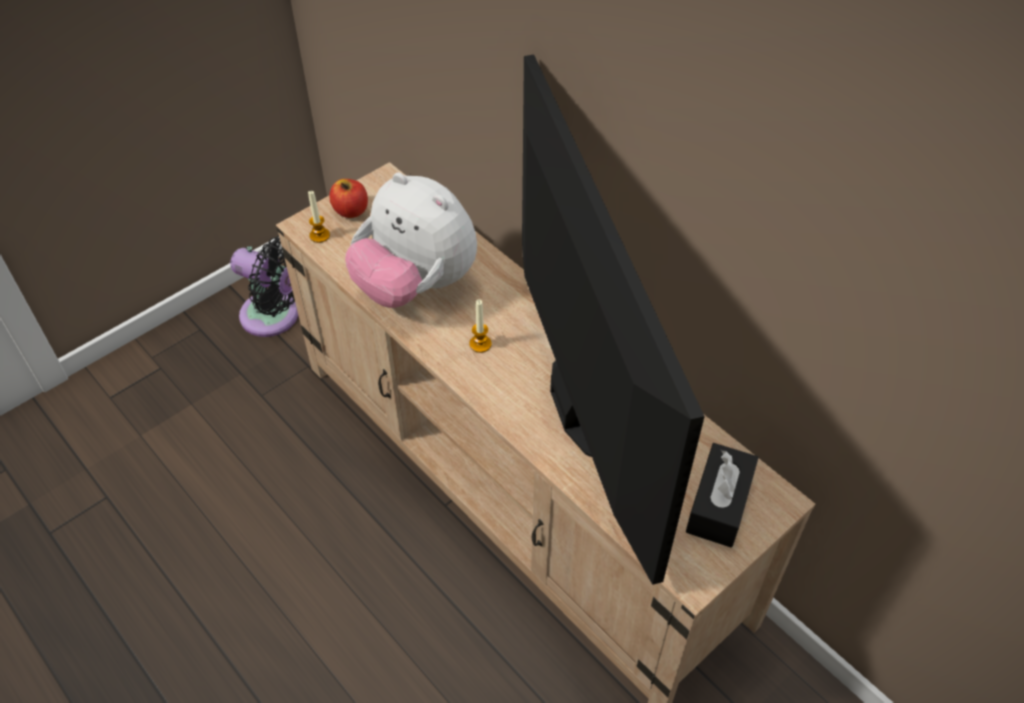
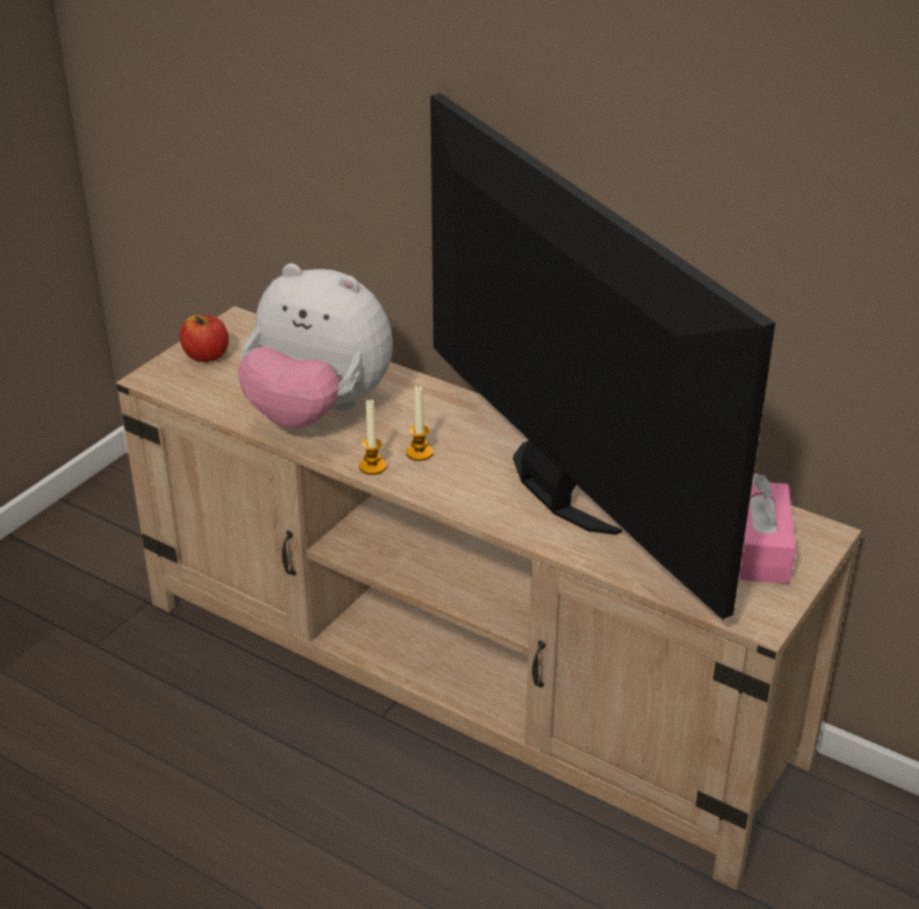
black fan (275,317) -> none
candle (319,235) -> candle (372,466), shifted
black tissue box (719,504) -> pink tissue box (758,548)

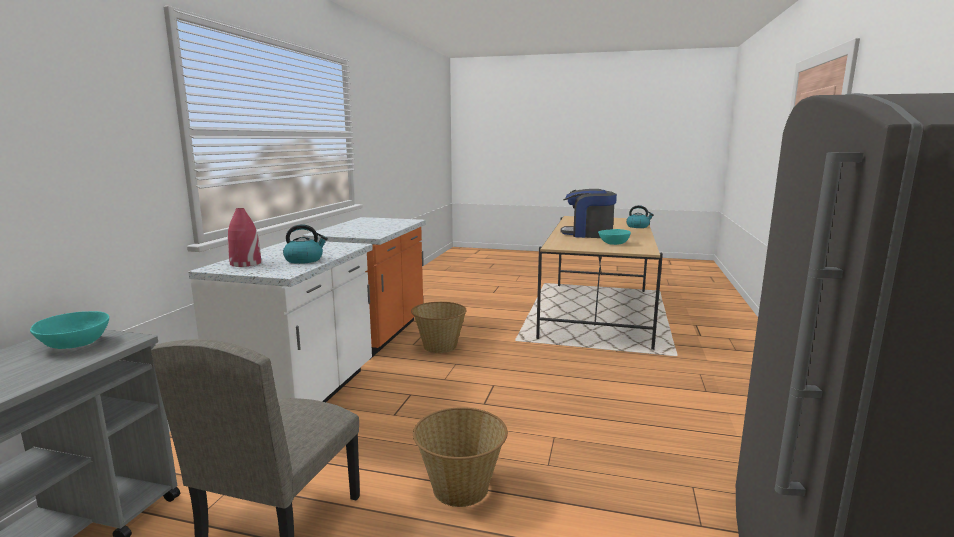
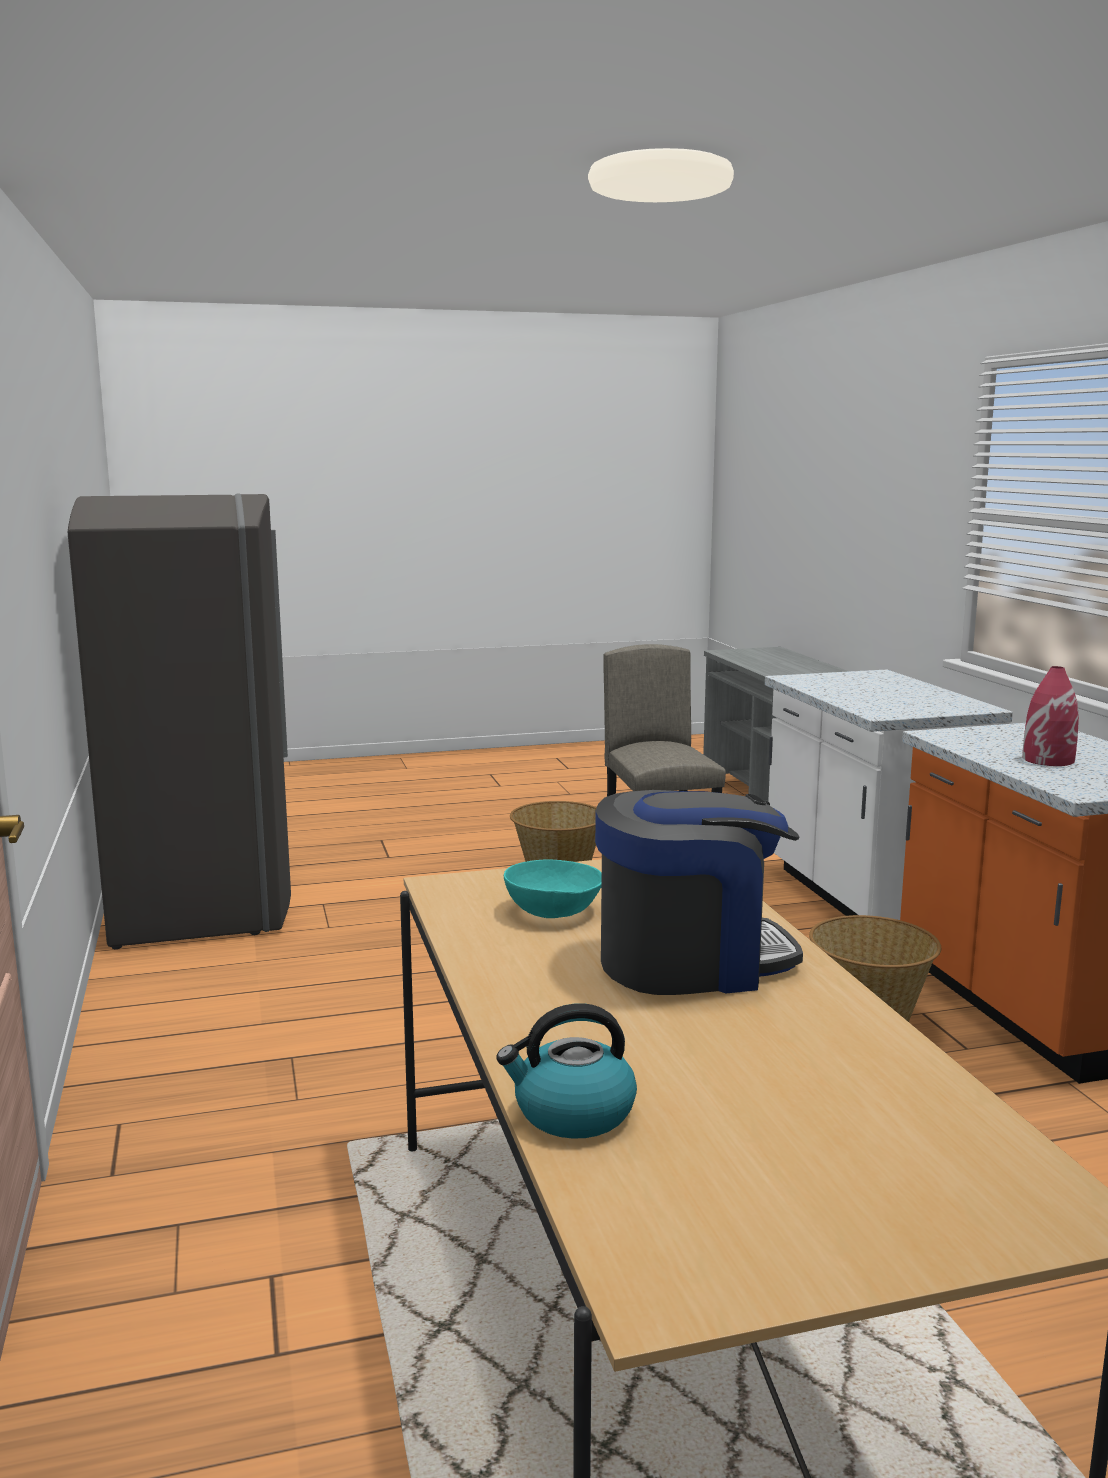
turquoise bowl (76,344) -> none
kettle (304,260) -> none
red vase (245,263) -> red vase (1048,760), shifted

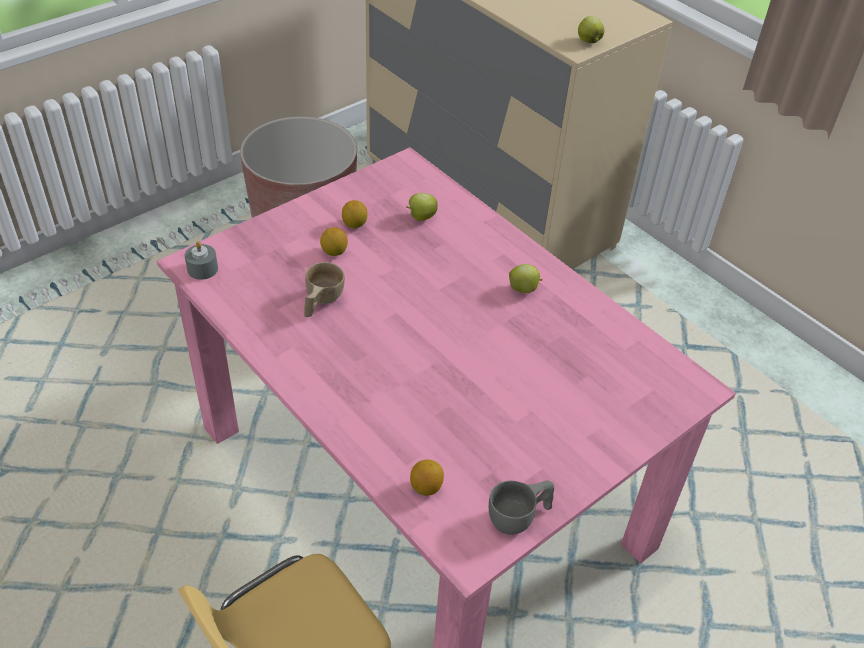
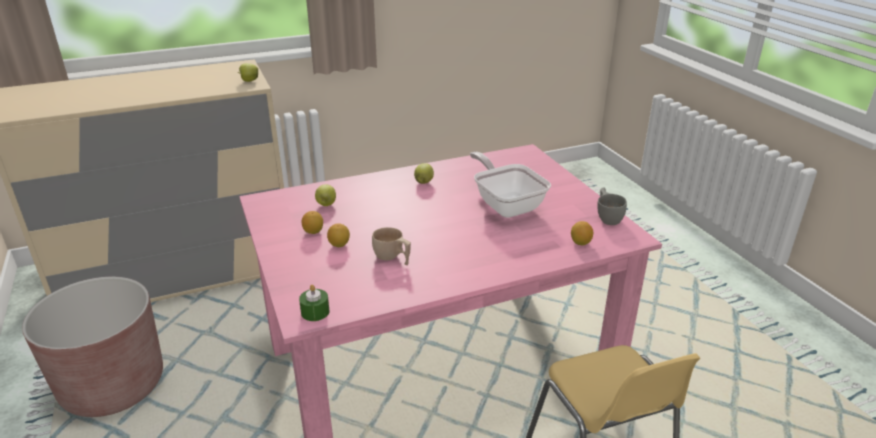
none -> frying pan (506,204)
grey candle (202,269) -> green candle (315,312)

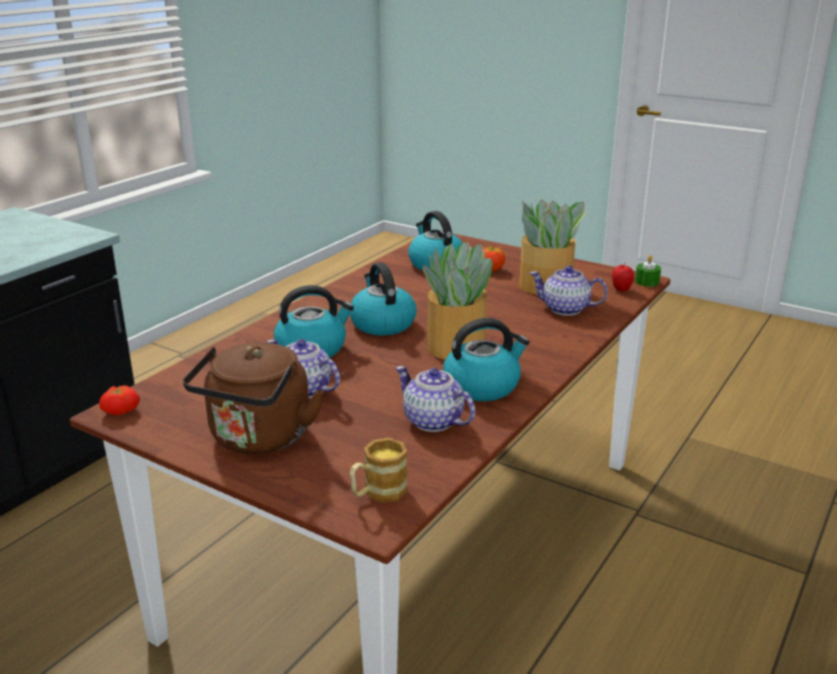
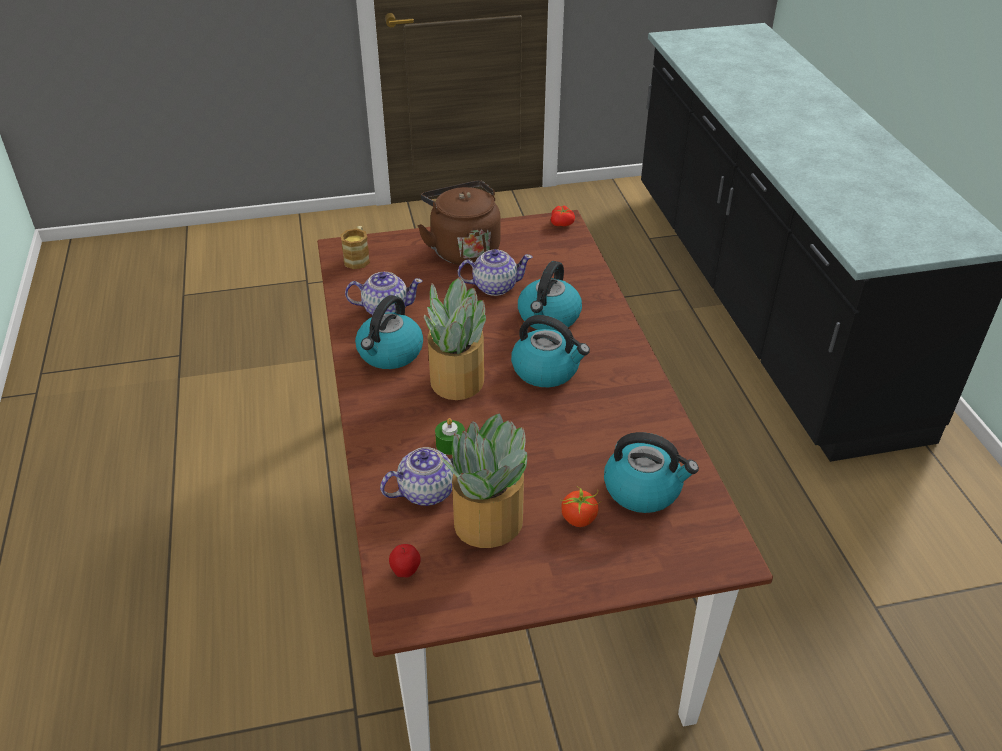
green candle (647,282) -> green candle (450,444), shifted

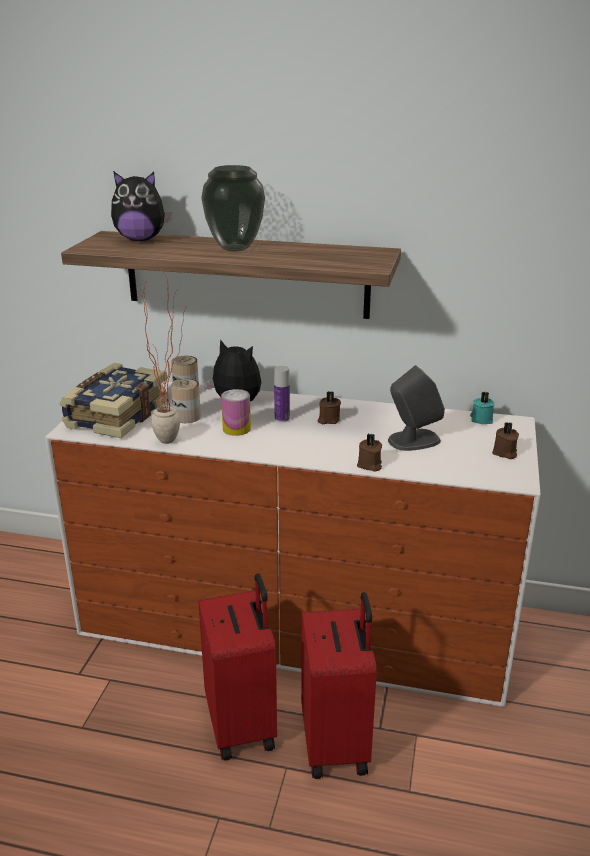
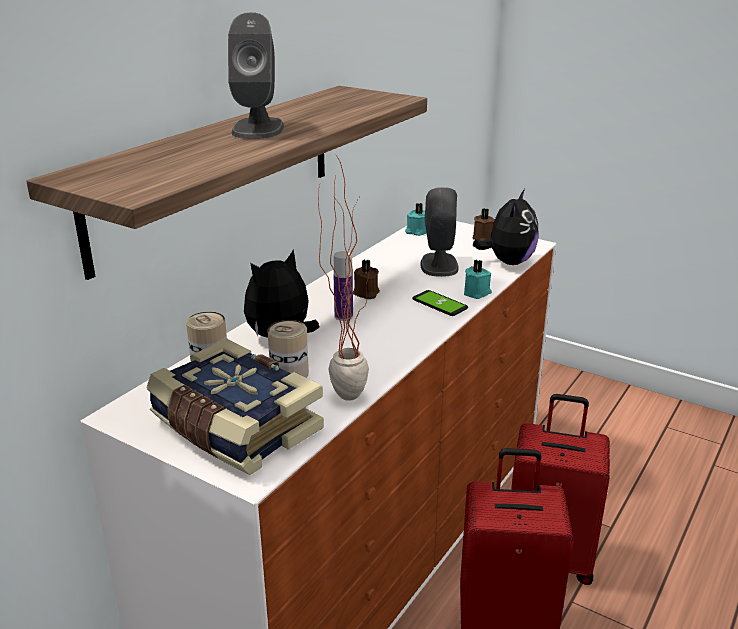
can (236,429) -> none
none -> phone (439,304)
plush toy (141,239) -> plush toy (508,262), shifted
vase (236,248) -> grey speaker (258,129)
brown candle (369,465) -> turquoise candle (477,293)

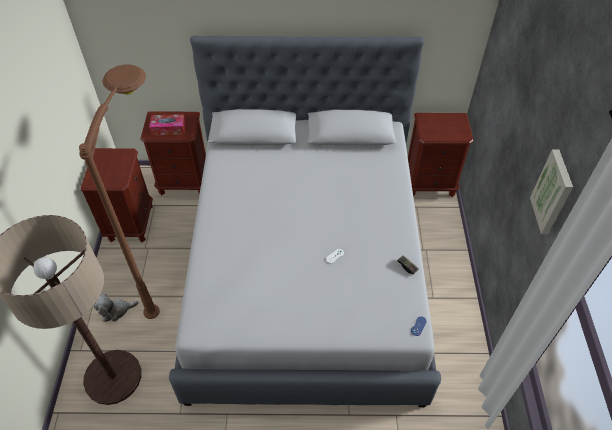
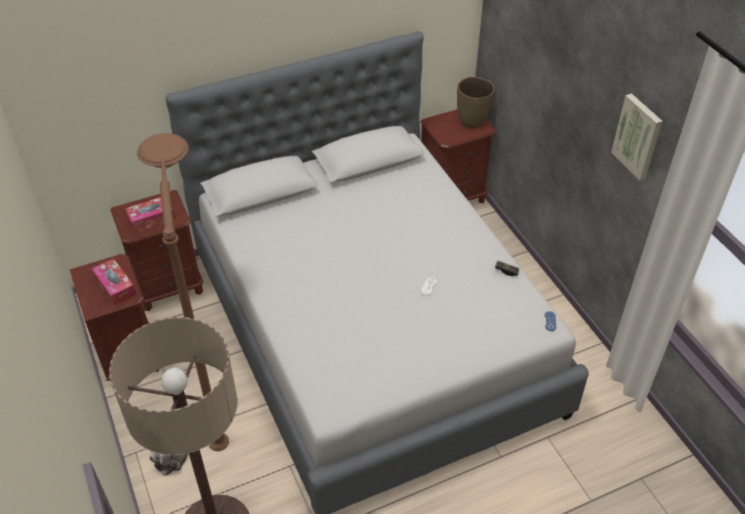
none -> tissue box (115,287)
none -> brown vase (472,121)

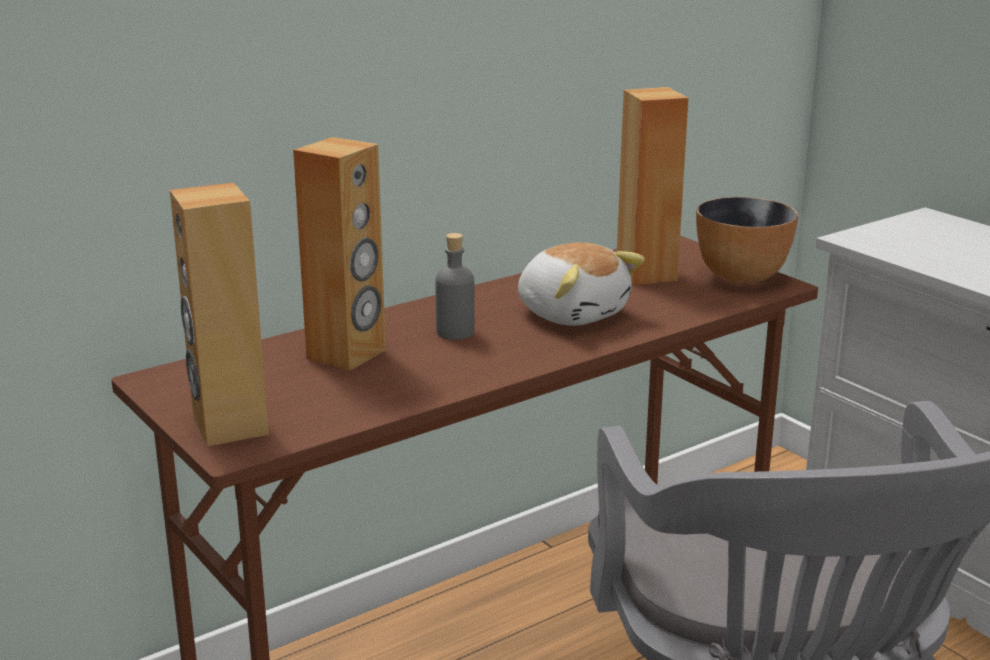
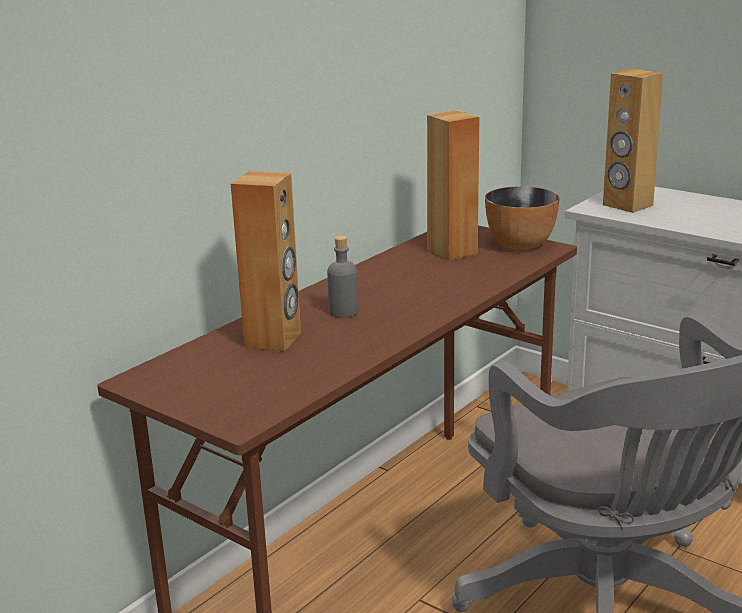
plush toy (573,313) -> none
brown speaker (229,426) -> brown speaker (627,205), shifted

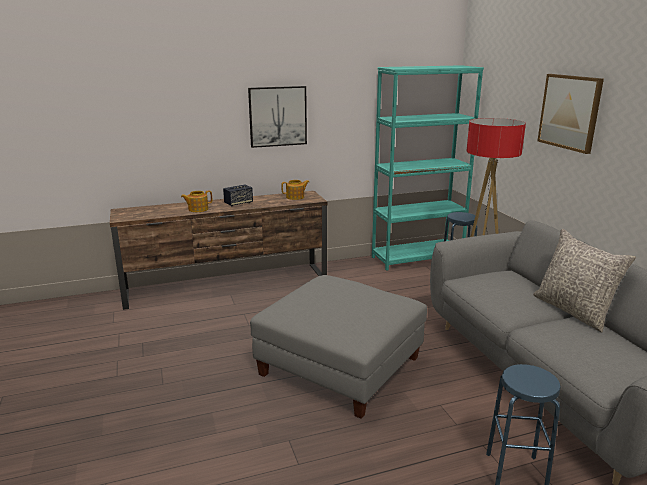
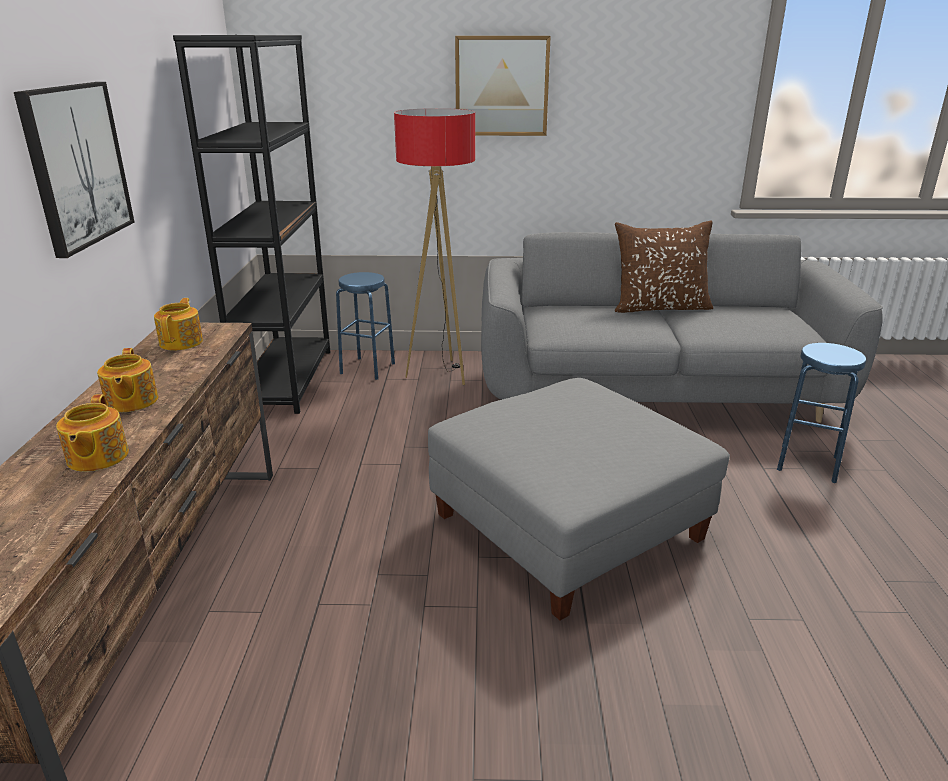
speaker (238,203) -> teapot (131,402)
turquoise bookcase (417,258) -> black bookcase (286,379)
grey pillow (574,311) -> brown pillow (659,307)

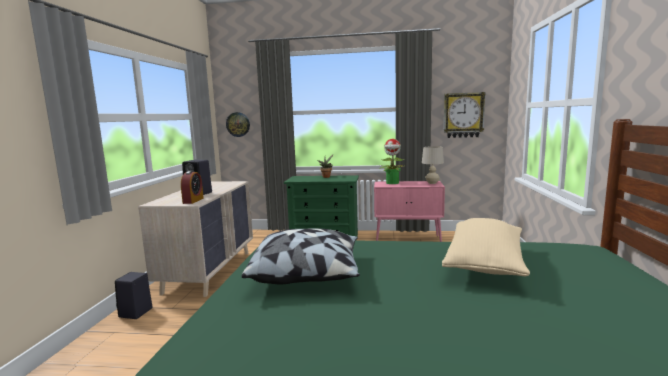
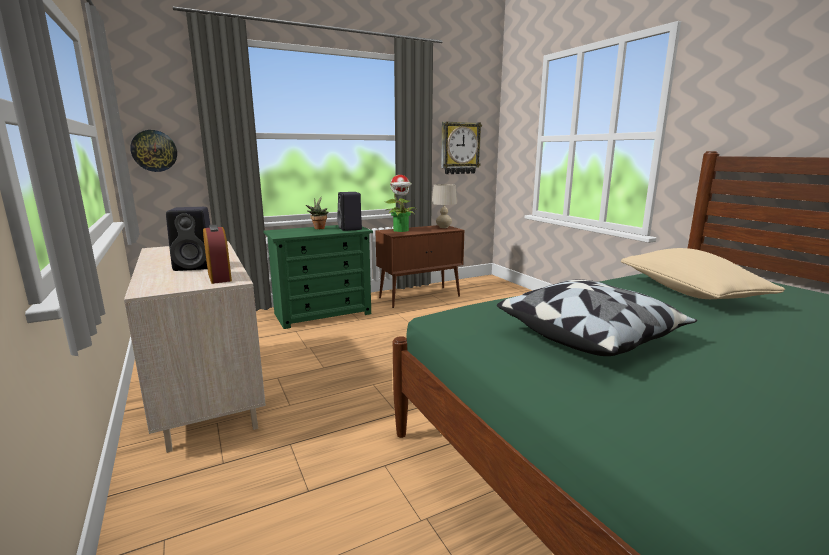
black speaker (135,313) -> black speaker (350,229), shifted
pink cabinet (408,240) -> brown cabinet (420,297)

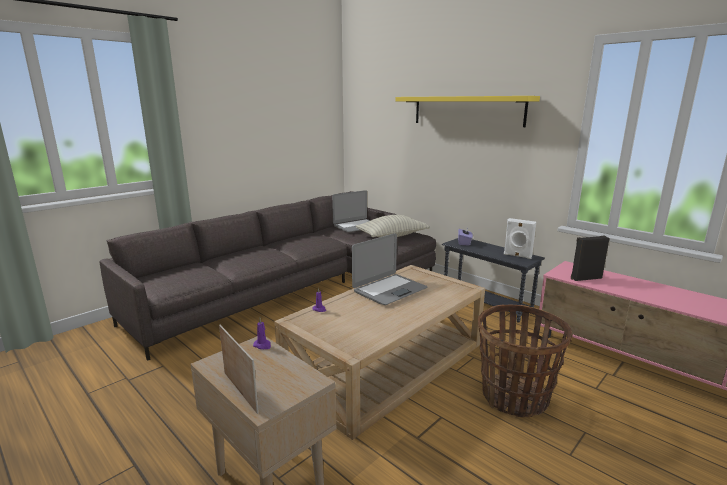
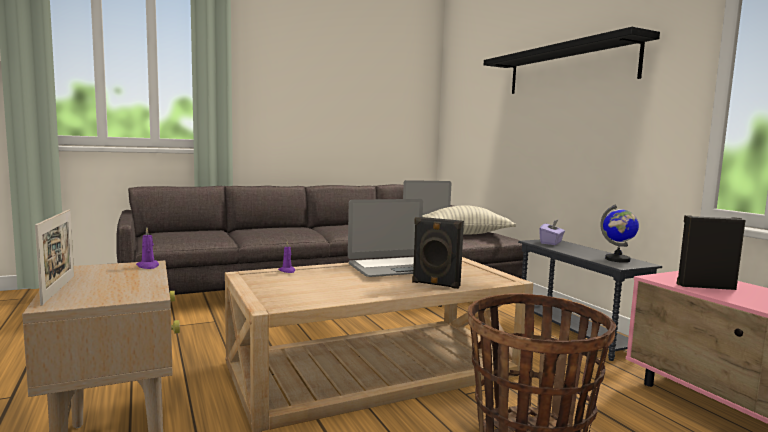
none -> black speaker (435,284)
white speaker (517,256) -> globe (617,260)
yellow shelf (466,110) -> black shelf (569,68)

